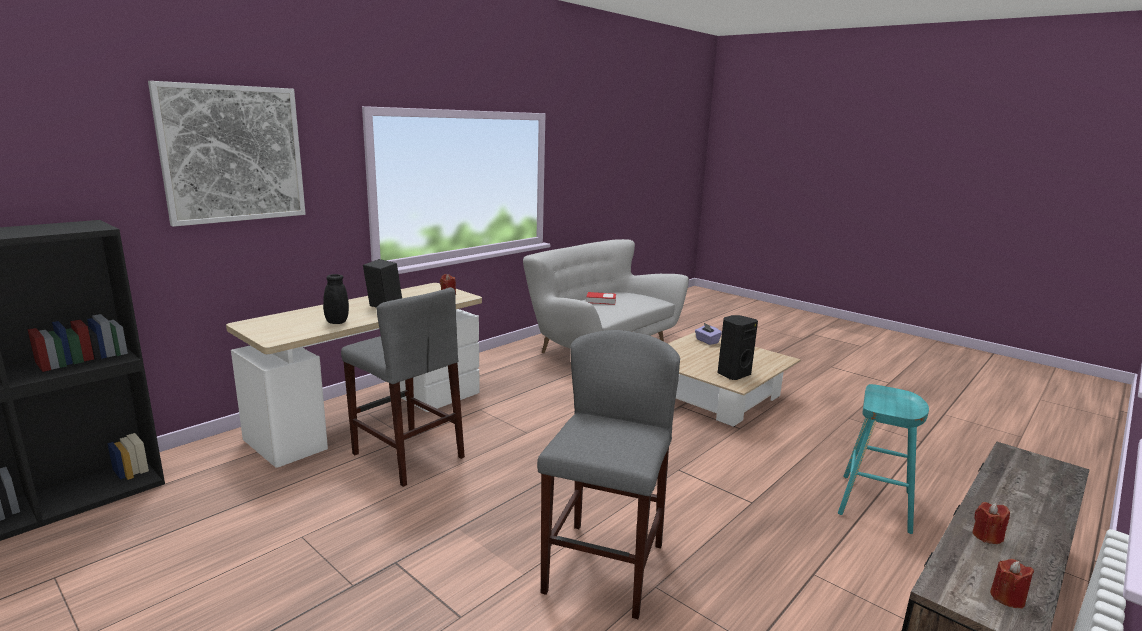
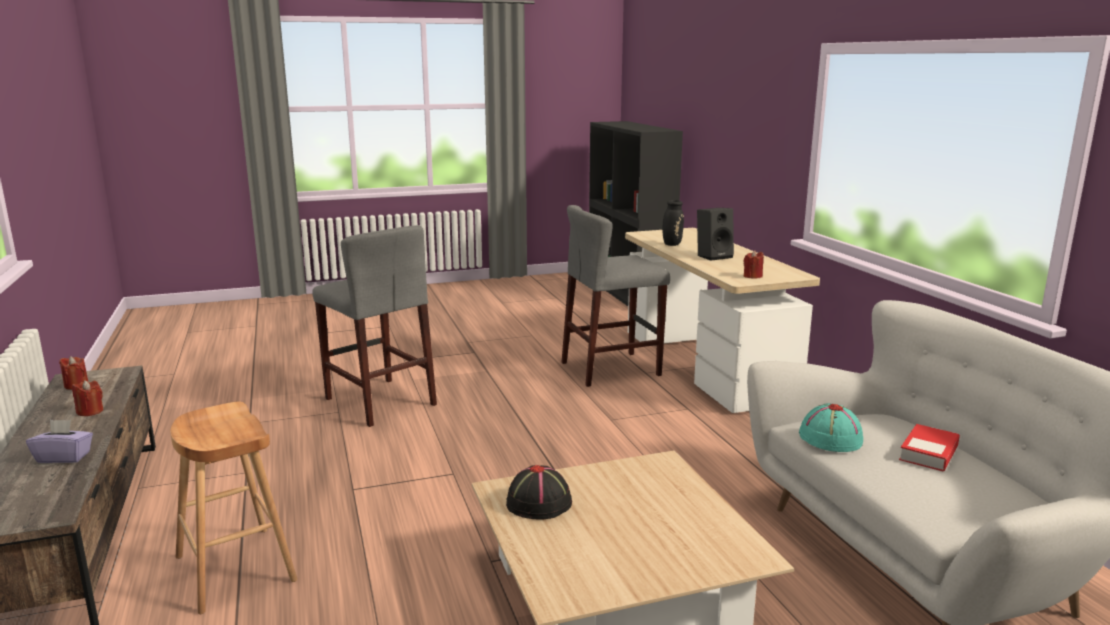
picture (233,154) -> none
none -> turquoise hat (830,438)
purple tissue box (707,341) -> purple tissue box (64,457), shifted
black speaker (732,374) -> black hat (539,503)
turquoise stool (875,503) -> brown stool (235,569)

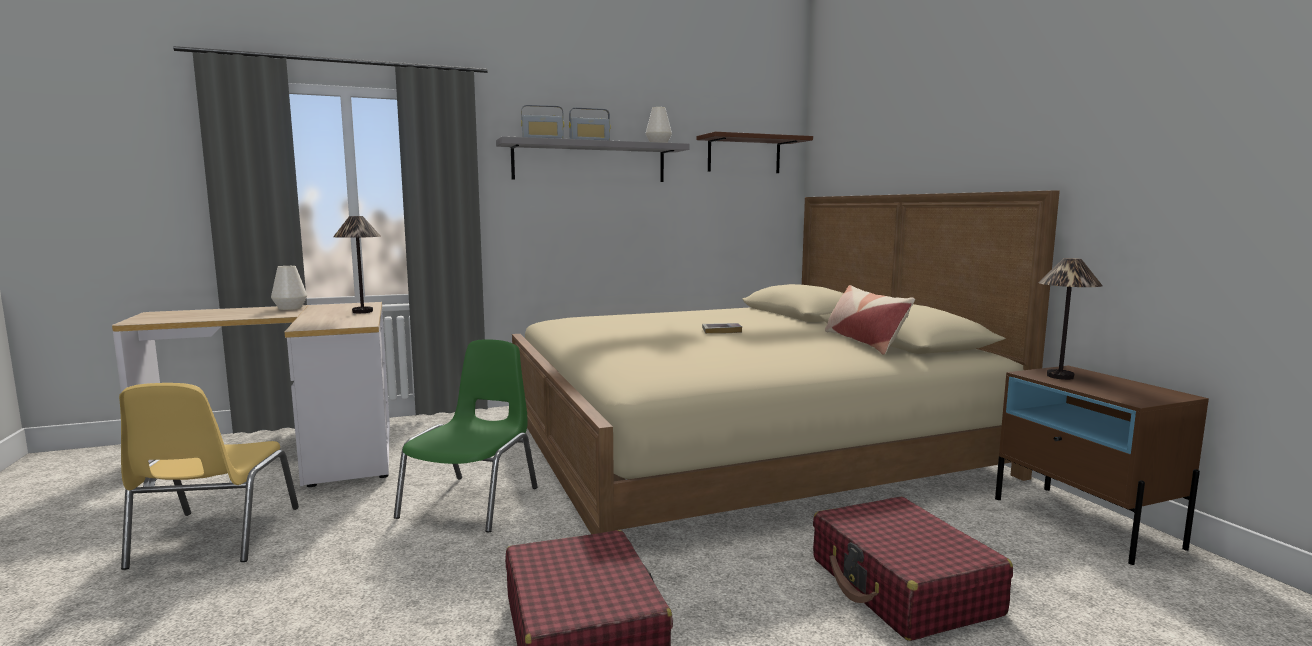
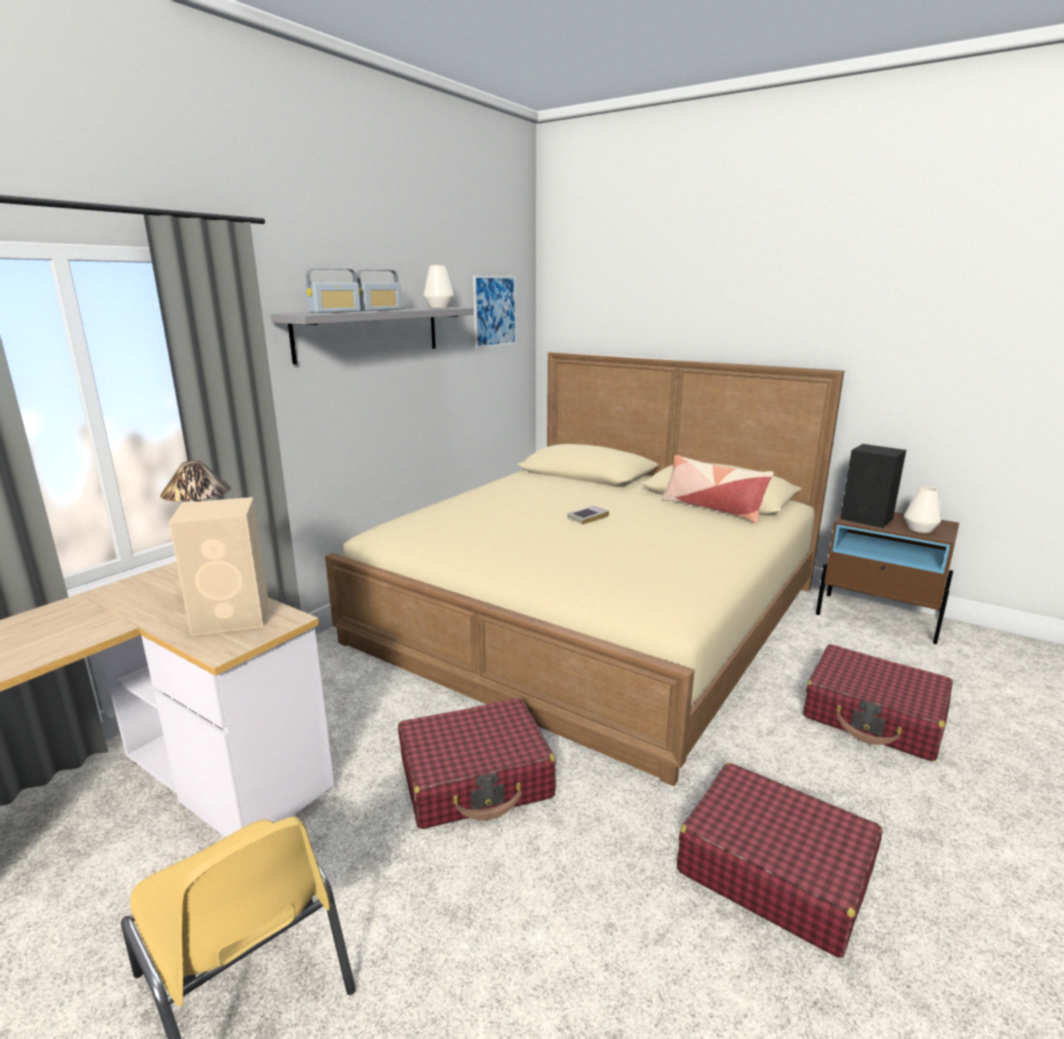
none -> beige speaker (234,617)
white vase (290,308) -> white vase (920,529), shifted
green chair (473,502) -> red suitcase (476,779)
brown shelf (744,155) -> picture (495,311)
table lamp (1060,376) -> black speaker (868,519)

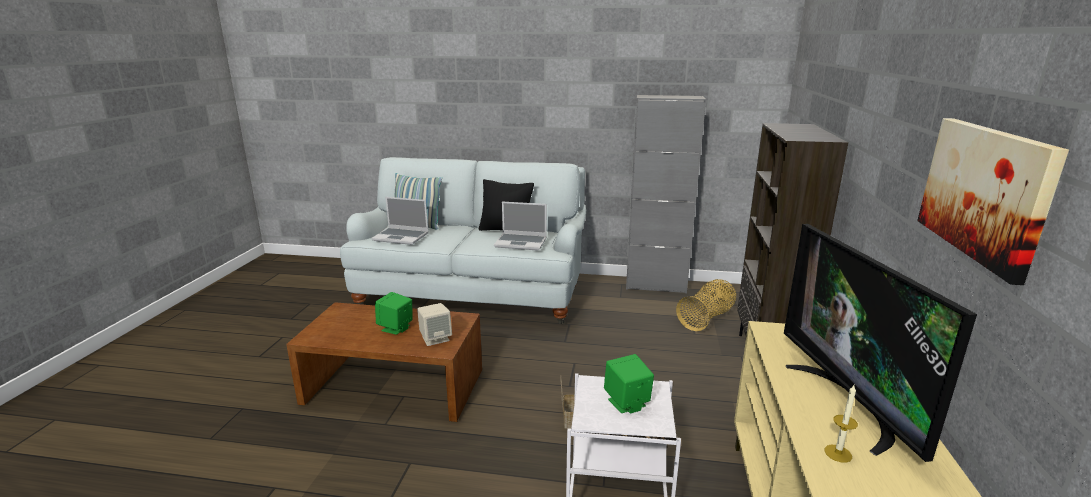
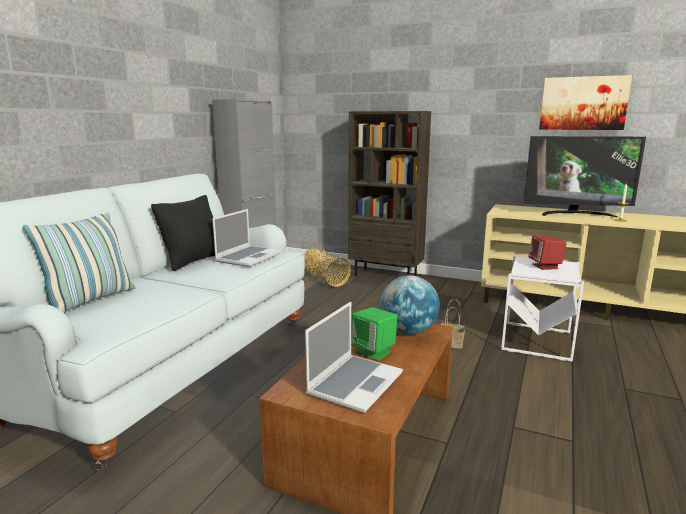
laptop (402,237) -> laptop (354,383), shifted
beige speaker (435,338) -> globe (408,331)
green speaker (627,403) -> red speaker (545,266)

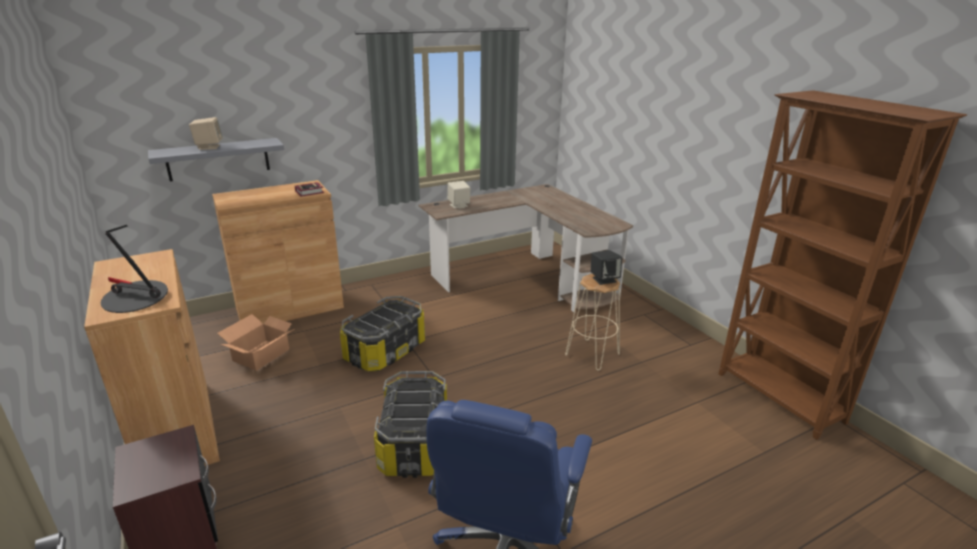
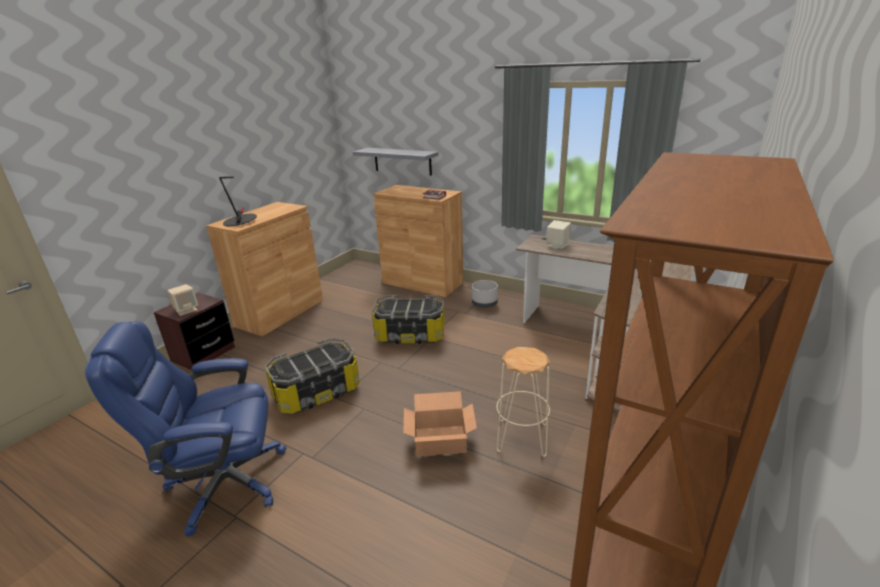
black speaker (604,279) -> none
none -> grey planter (485,304)
beige speaker (209,147) -> beige speaker (186,310), shifted
cardboard box (262,355) -> cardboard box (441,440), shifted

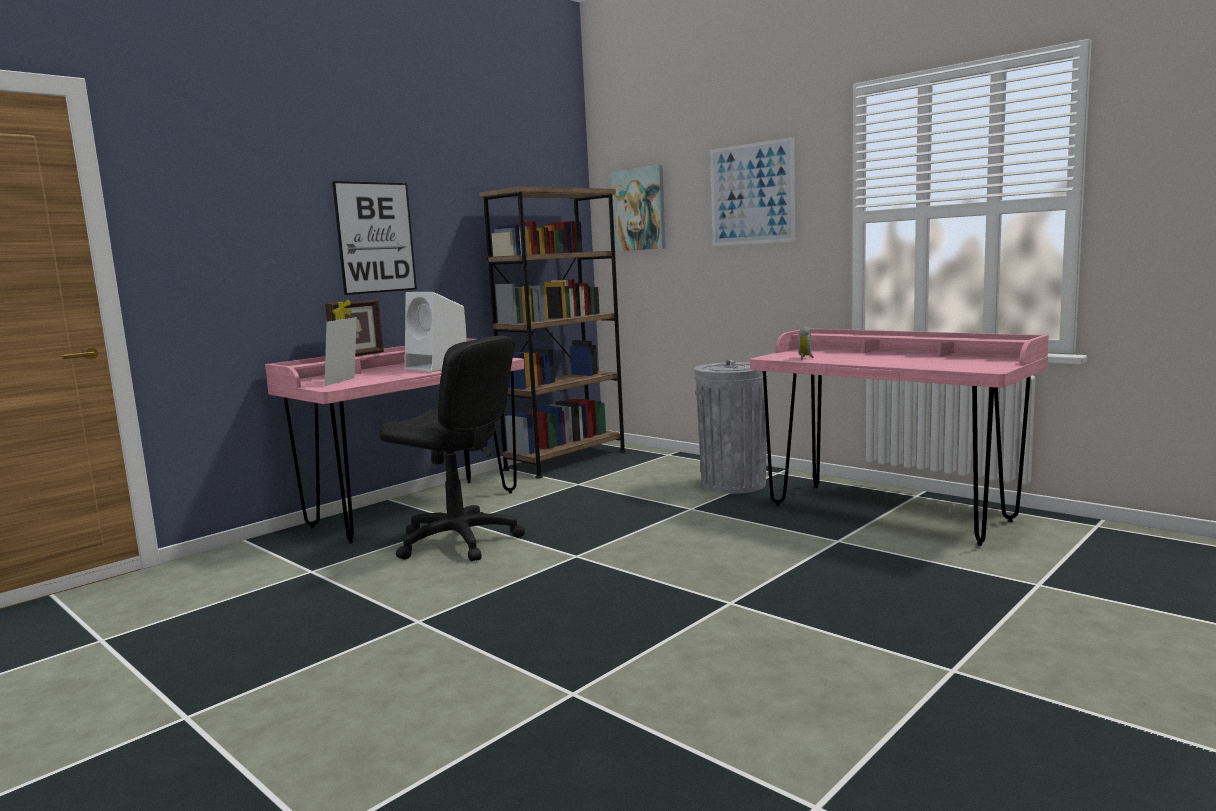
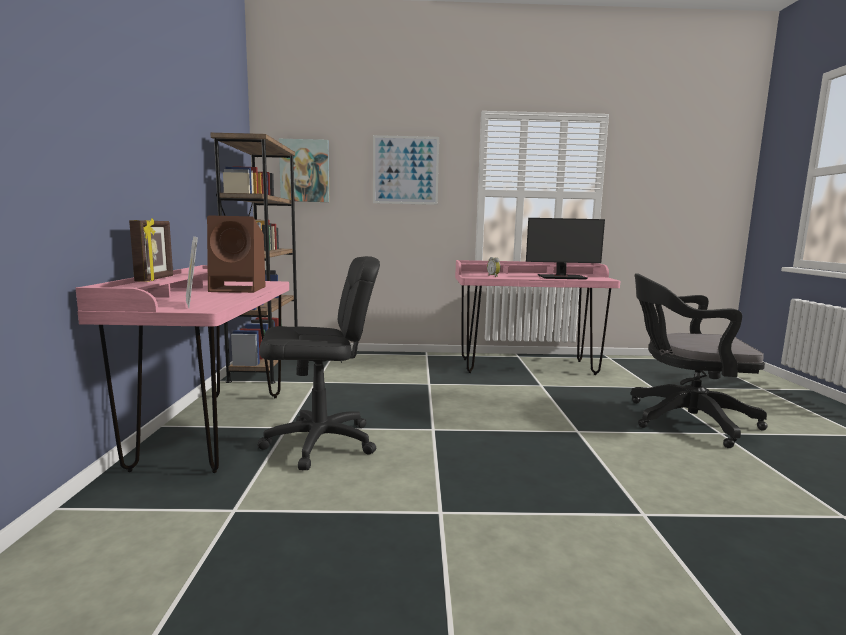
picture (375,237) -> none
grey trash can (733,484) -> none
none -> monitor (561,277)
none -> black office chair (683,420)
white speaker (438,367) -> brown speaker (239,289)

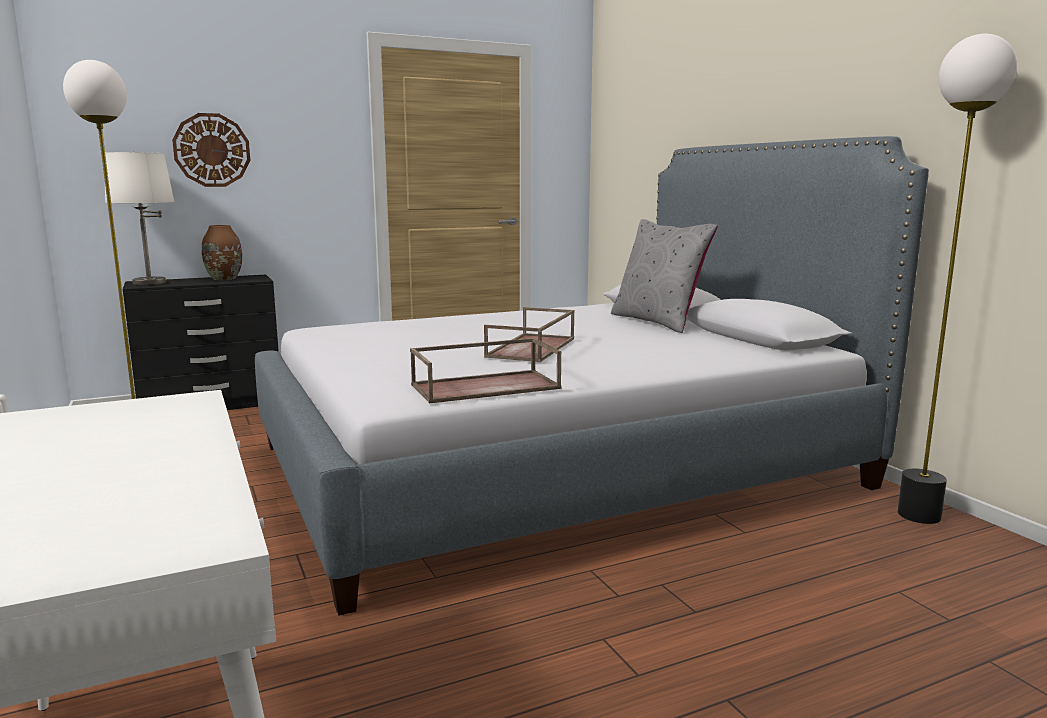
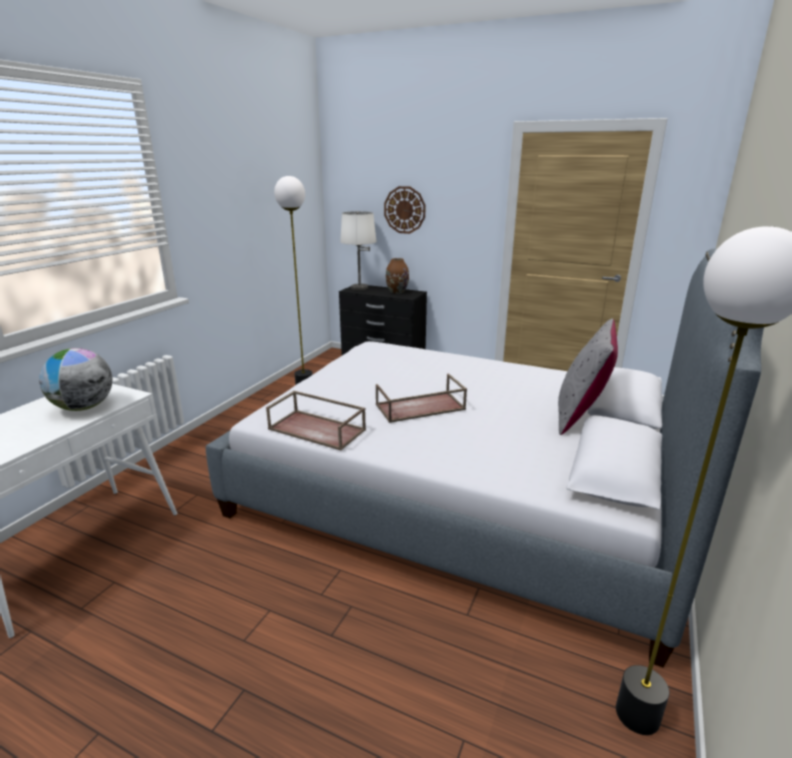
none -> globe (84,407)

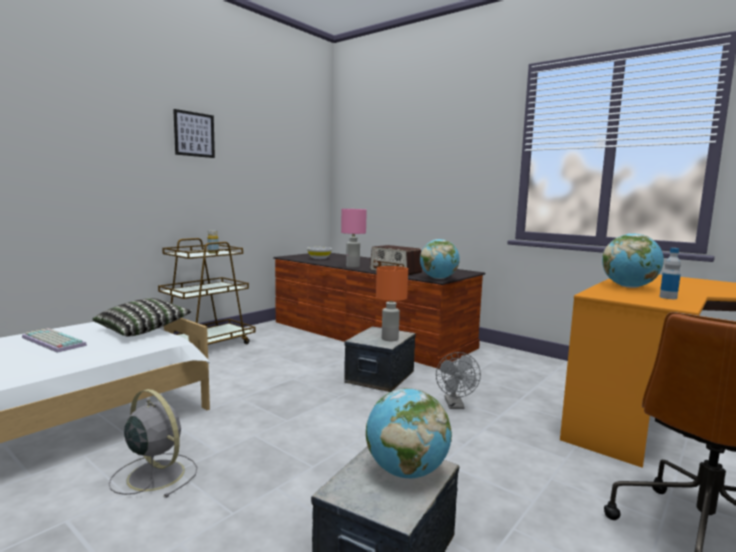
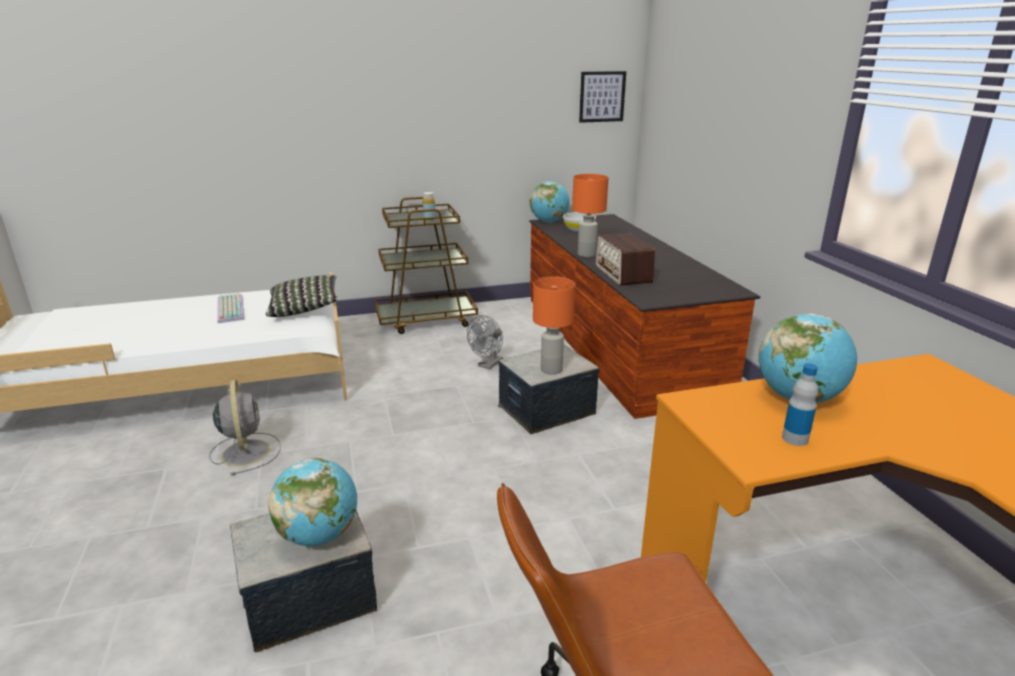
picture (194,134) -> picture (602,96), shifted
globe (438,278) -> globe (549,221), shifted
grey fan (455,405) -> grey fan (488,365), shifted
pink table lamp (352,267) -> orange table lamp (586,255)

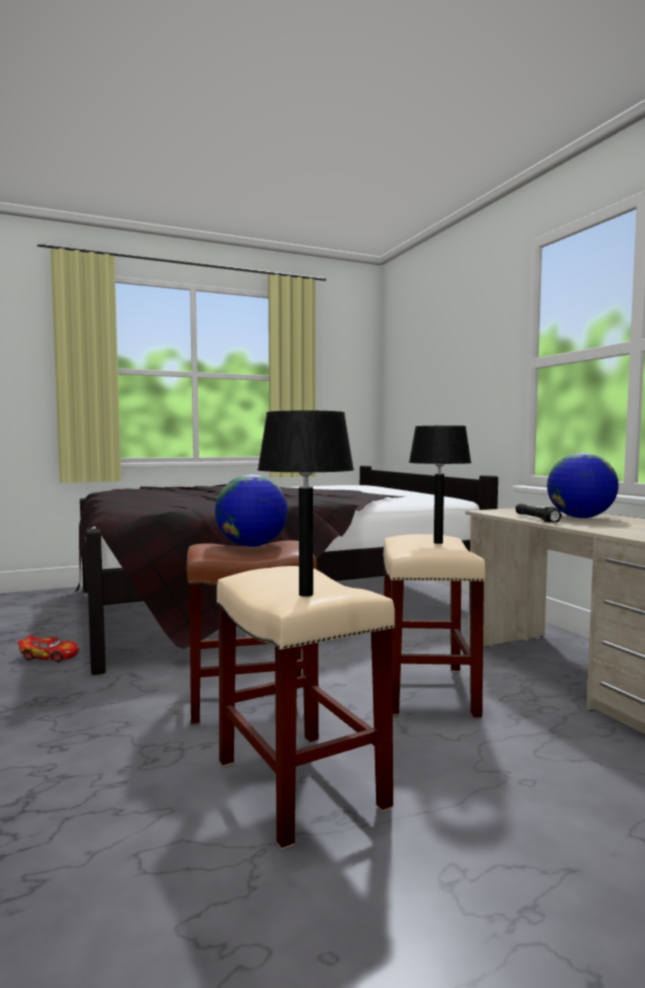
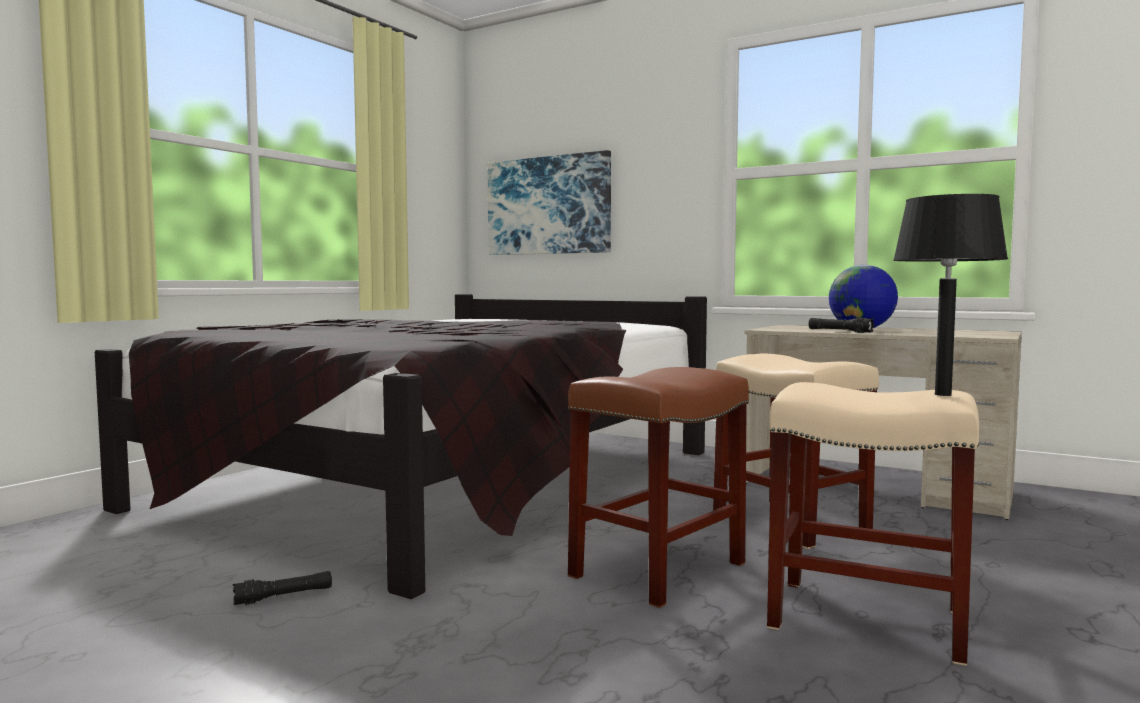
globe (251,546) -> none
black table lamp (438,543) -> none
none -> picture (548,205)
toy car (49,656) -> black flashlight (284,596)

